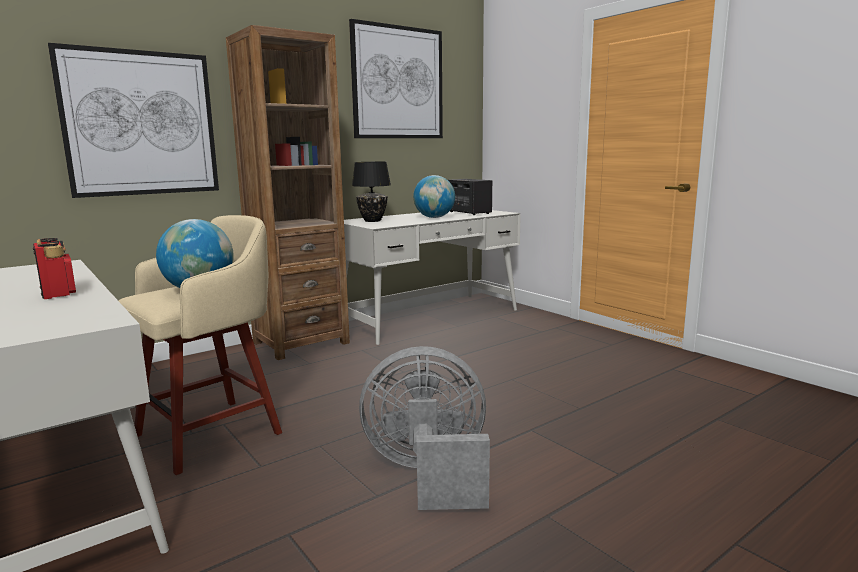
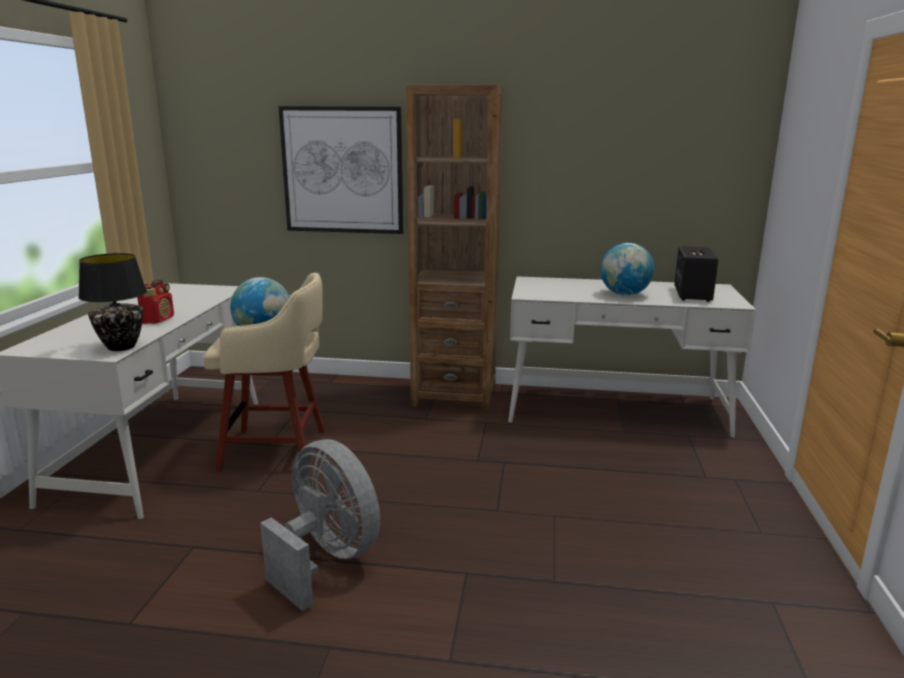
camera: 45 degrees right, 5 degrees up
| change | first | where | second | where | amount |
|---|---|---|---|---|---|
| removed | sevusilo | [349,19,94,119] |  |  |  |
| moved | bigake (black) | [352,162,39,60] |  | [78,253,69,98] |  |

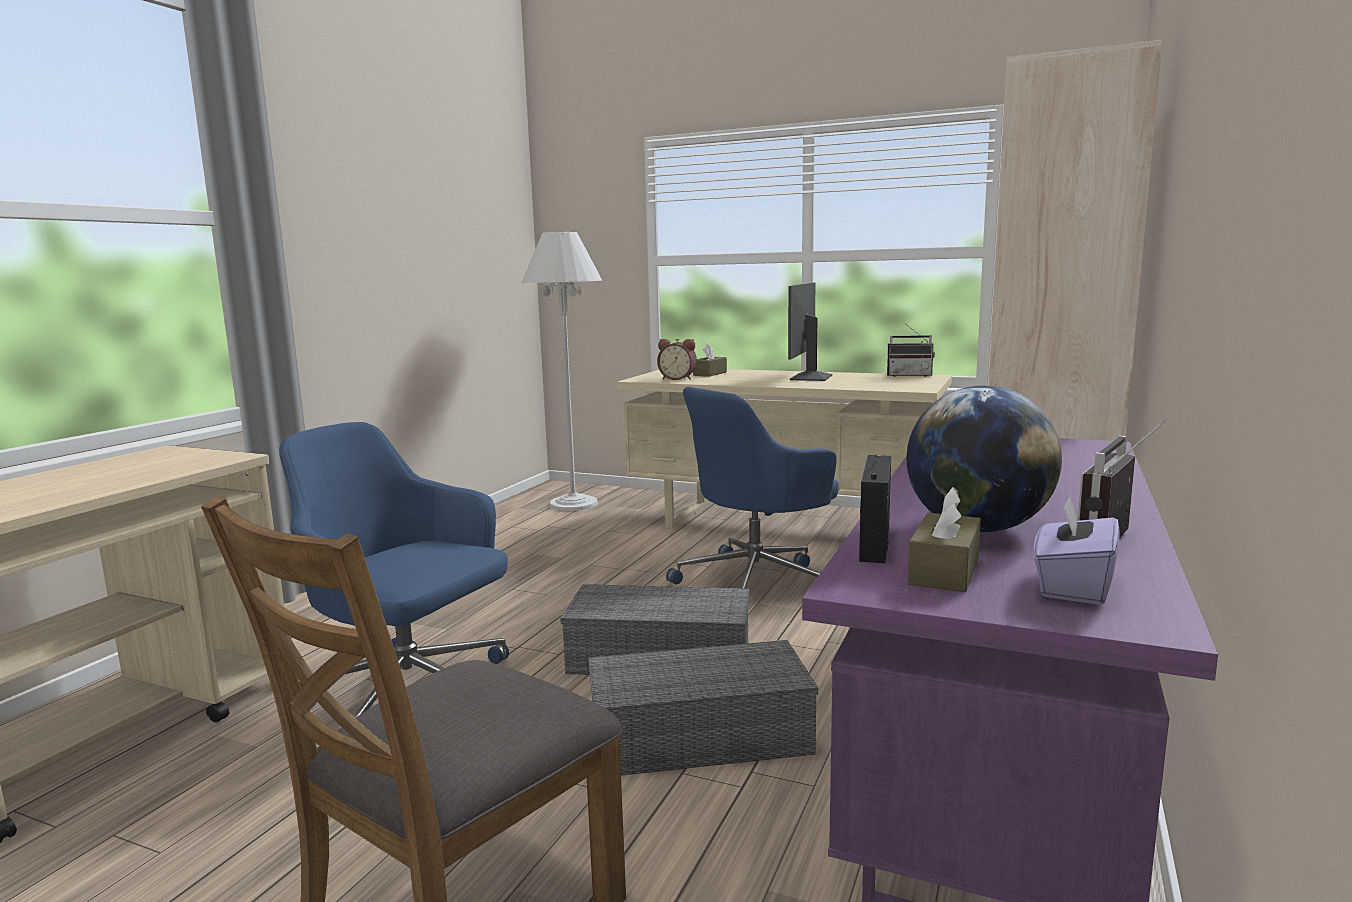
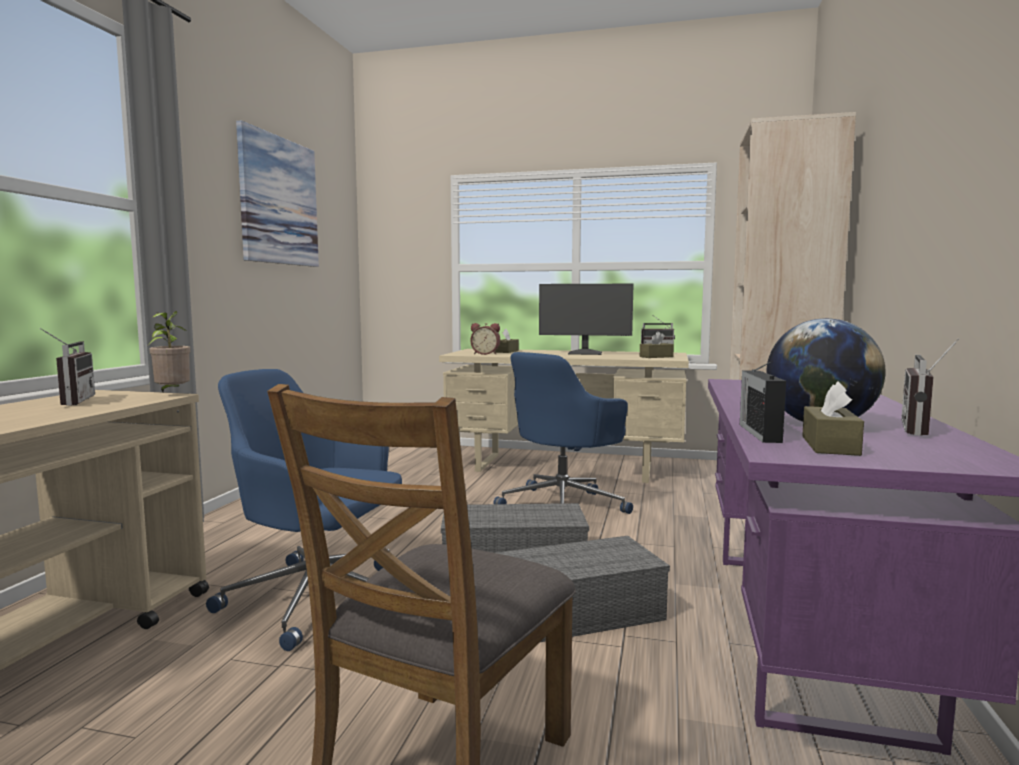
camera: 10 degrees left, 5 degrees down
| change | first | where | second | where | amount |
|---|---|---|---|---|---|
| removed | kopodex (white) | [522,232,80,279] |  |  |  |
| removed | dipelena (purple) | [1033,496,87,109] |  |  |  |
| added |  |  | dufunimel | [40,328,55,78] |  |
| added |  |  | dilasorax | [148,311,42,81] |  |
| added |  |  | sevusilo | [236,121,83,146] |  |
| added |  |  | dipelena (brown) | [640,331,34,27] |  |
| turned | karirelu | [788,283,45,98] |  | [539,284,95,71] | 90 degrees counterclockwise |

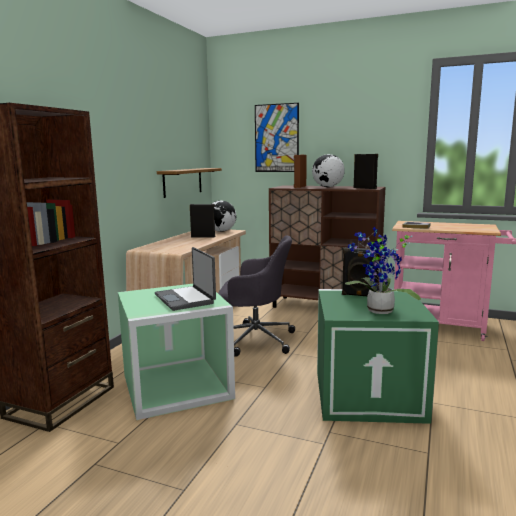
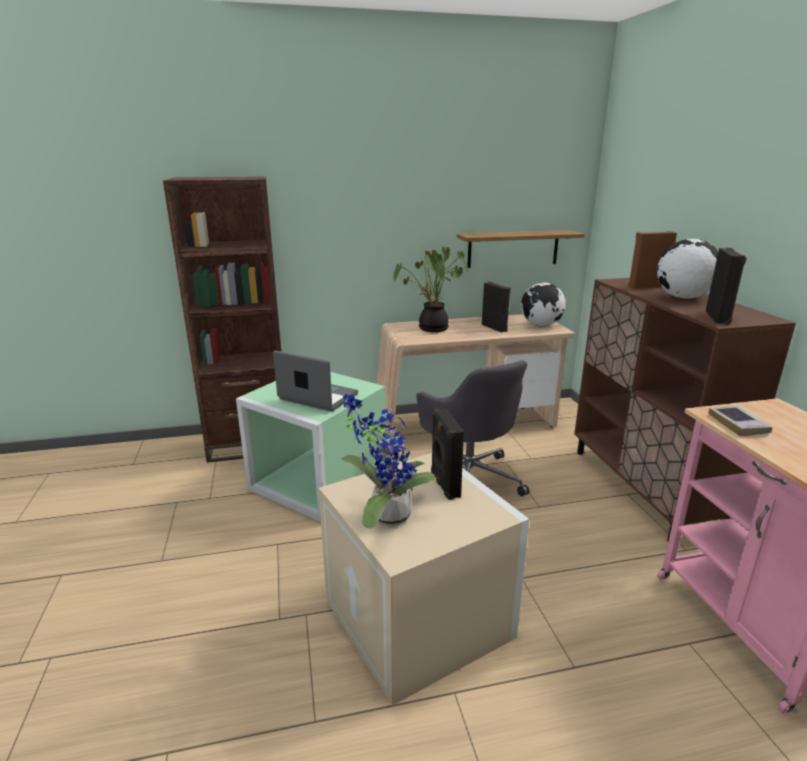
camera: 55 degrees right, 10 degrees up
| change | first | where | second | where | amount |
|---|---|---|---|---|---|
| removed | sevusilo | [255,103,44,69] |  |  |  |
| added |  |  | dilasorax | [393,246,75,86] |  |
| recoloured | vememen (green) | [317,289,122,135] | vememen (beige) | [319,453,210,253] |  |
| turned | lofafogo | [155,247,61,64] |  | [273,351,85,60] | 90 degrees clockwise |

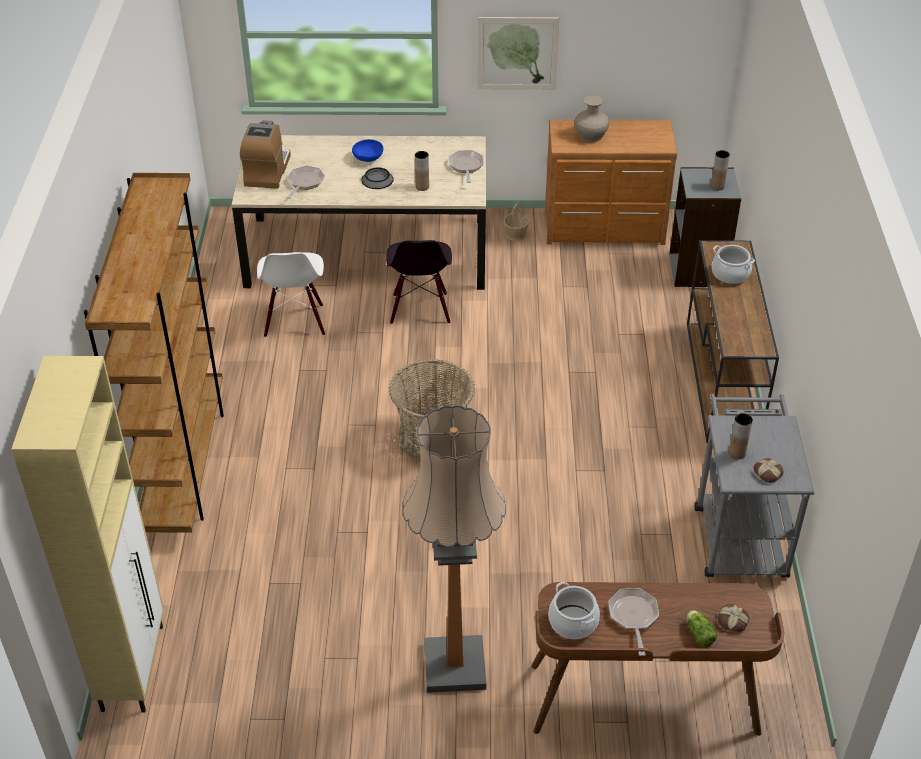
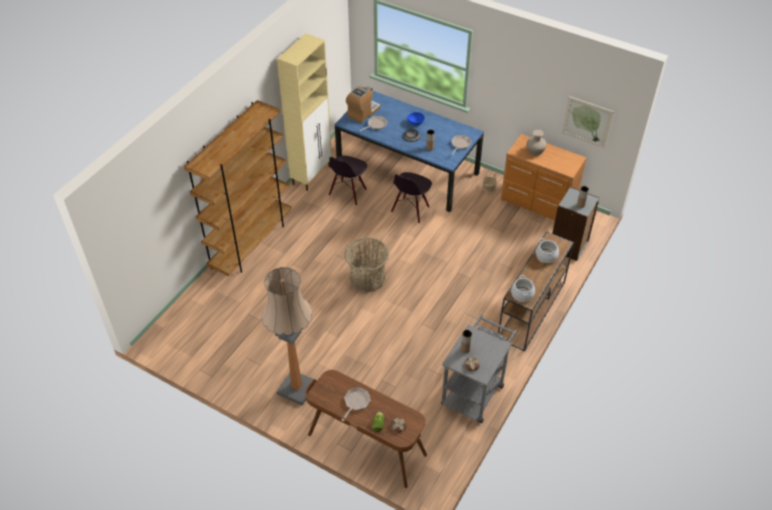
camera: 30 degrees right, 5 degrees up
| change | first | where | second | where | amount |
|---|---|---|---|---|---|
| moved | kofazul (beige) | [11,356,153,356] |  | [277,33,55,158] |  |
| moved | sevusilo | [477,17,83,73] |  | [562,96,52,53] |  |
| moved | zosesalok | [548,582,52,57] |  | [511,275,24,27] |  |
| recoloured | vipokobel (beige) | [232,135,254,155] | vipokobel (blue) | [334,90,150,122] |  |
| recoloured | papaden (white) | [257,252,68,85] | papaden (black) | [329,156,38,50] |  |

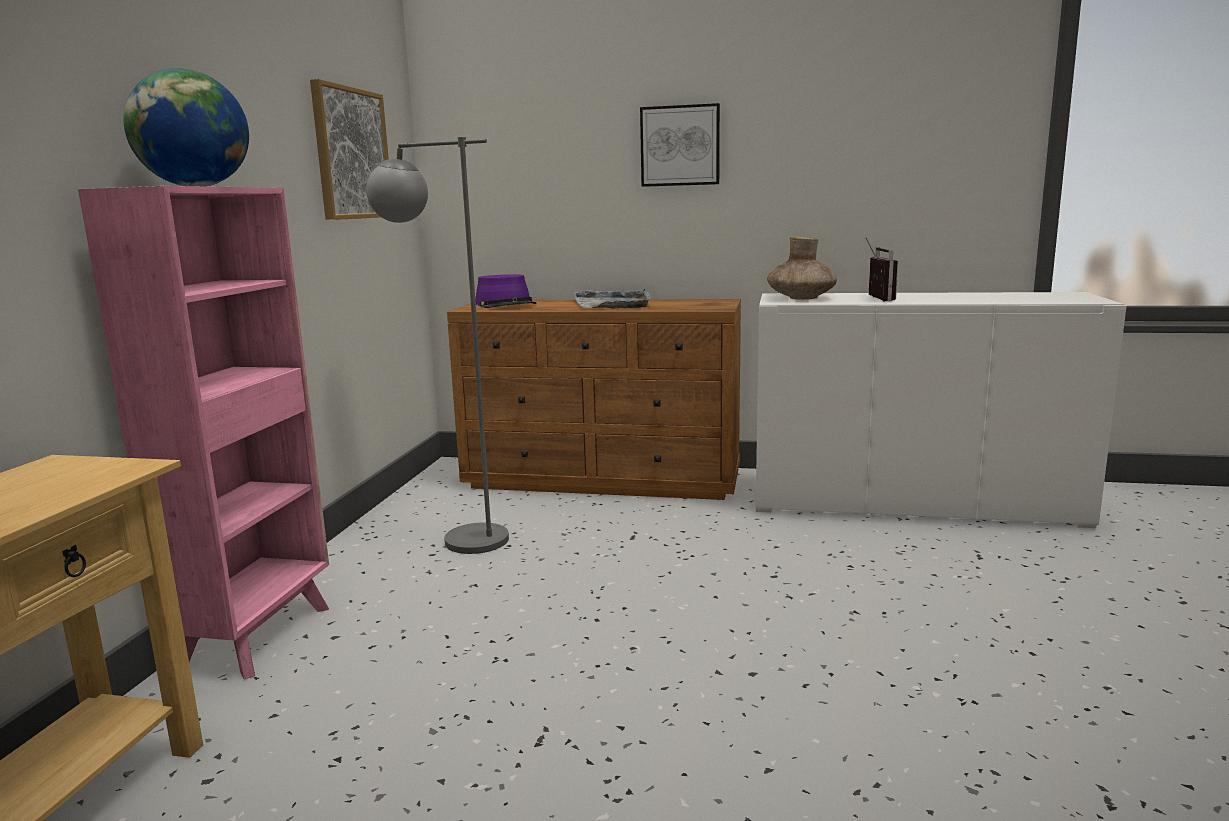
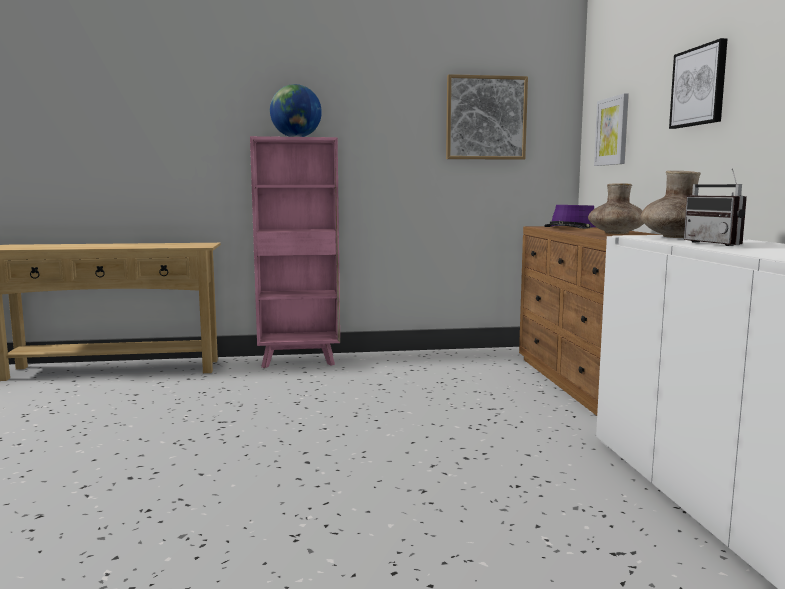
camera: 70 degrees right, 5 degrees down
| change | first | where | second | where | amount |
|---|---|---|---|---|---|
| removed | kopodex (grey) | [366,137,143,417] |  |  |  |
| added |  |  | sevusilo | [594,93,35,73] |  |
| replaced | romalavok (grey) | [574,289,78,20] | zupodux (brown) | [588,183,56,51] |  |
| turned | dufunimel | [865,236,33,65] |  | [684,168,63,78] | 90 degrees clockwise |

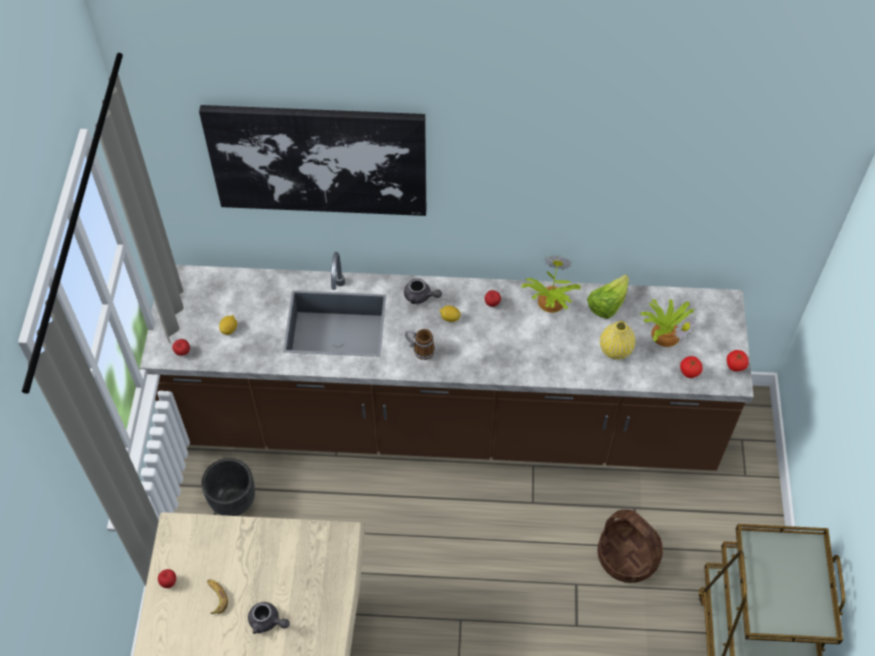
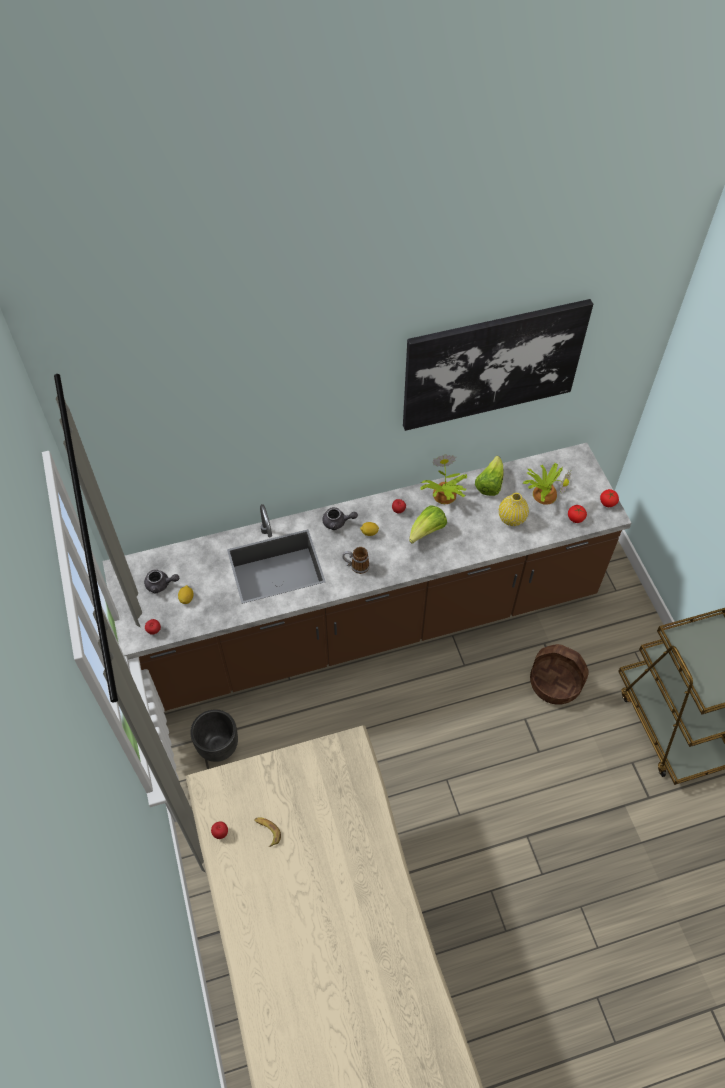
camera: 20 degrees left, 0 degrees up
| change | first | where | second | where | amount |
|---|---|---|---|---|---|
| added |  |  | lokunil | [409,505,38,38] |  |
| moved | sevusilo | [199,105,227,111] |  | [403,299,190,132] |  |
| moved | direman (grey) | [248,602,42,32] |  | [144,569,35,24] |  |

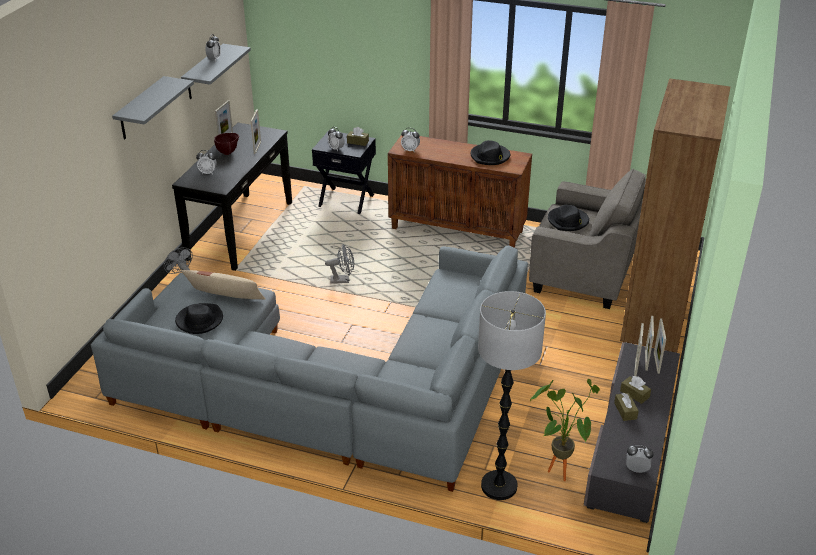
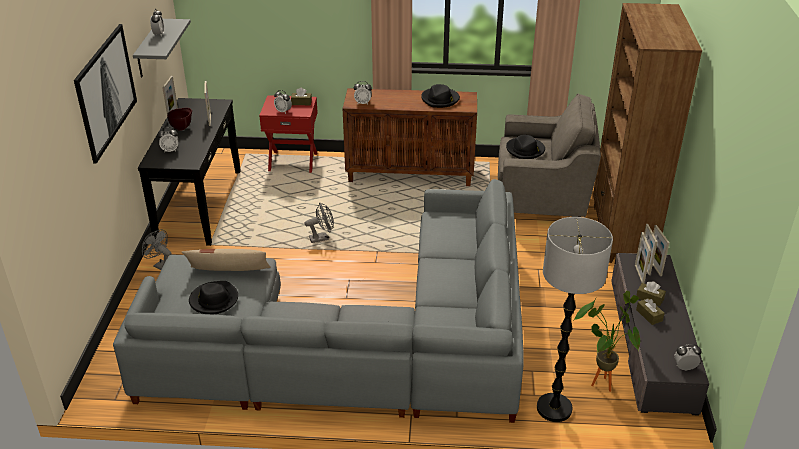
camera: 15 degrees left, 0 degrees up
| change | first | where | second | where | amount |
|---|---|---|---|---|---|
| replaced | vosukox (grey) | [112,76,82,63] | sevusilo | [74,24,63,140] |  |
| recoloured | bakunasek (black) | [312,132,64,82] | bakunasek (red) | [259,95,59,78] |  |

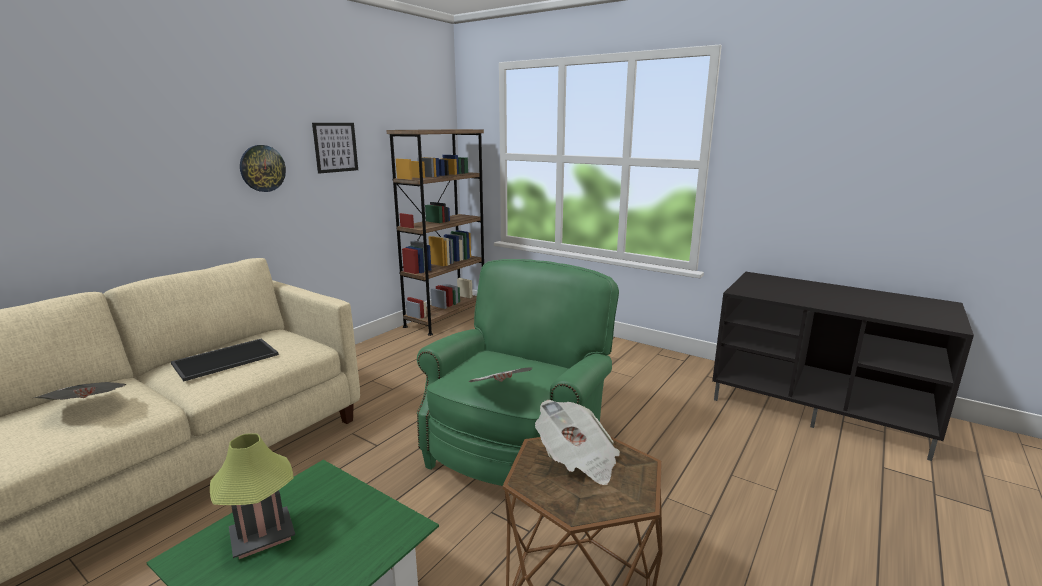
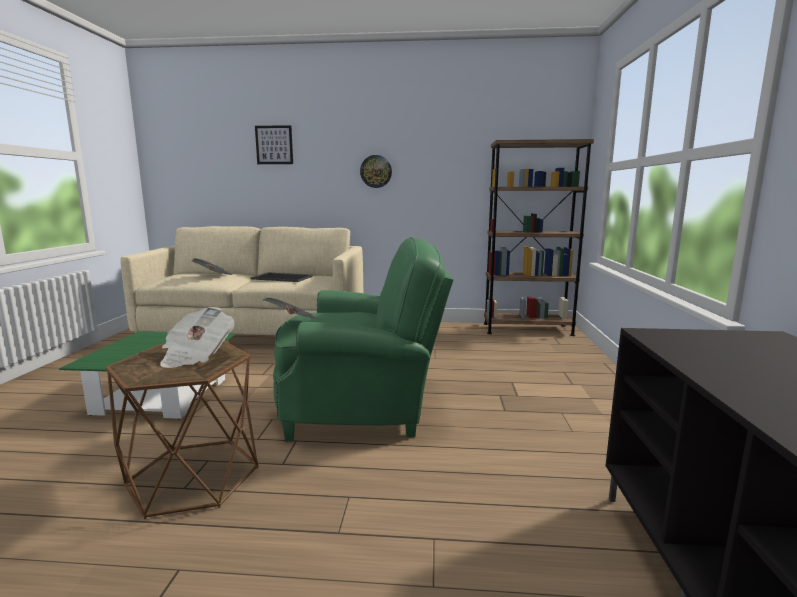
camera: 60 degrees right, 5 degrees down
| change | first | where | second | where | amount |
|---|---|---|---|---|---|
| removed | bigake | [210,433,85,126] |  |  |  |
| moved | sevusilo | [312,123,46,51] |  | [255,125,38,39] |  |

